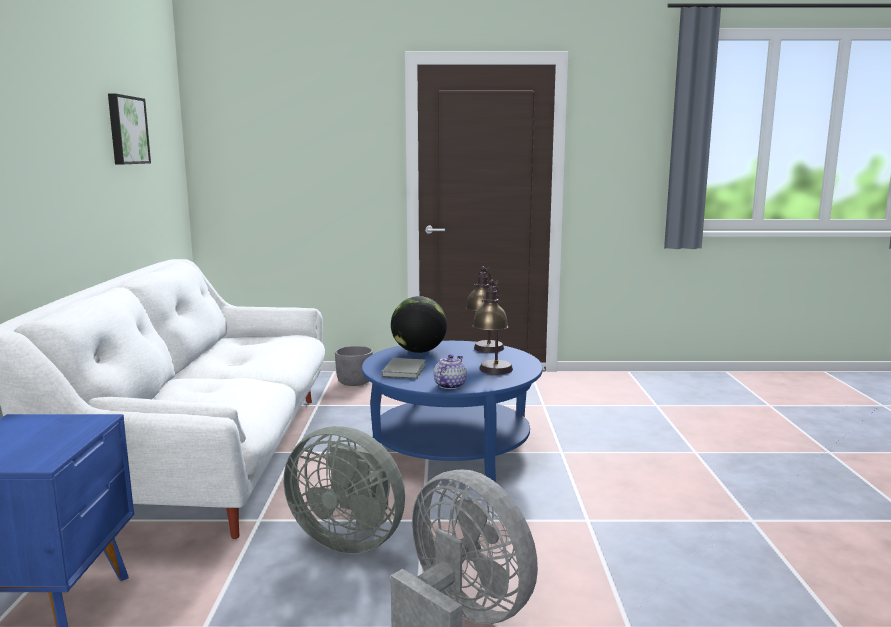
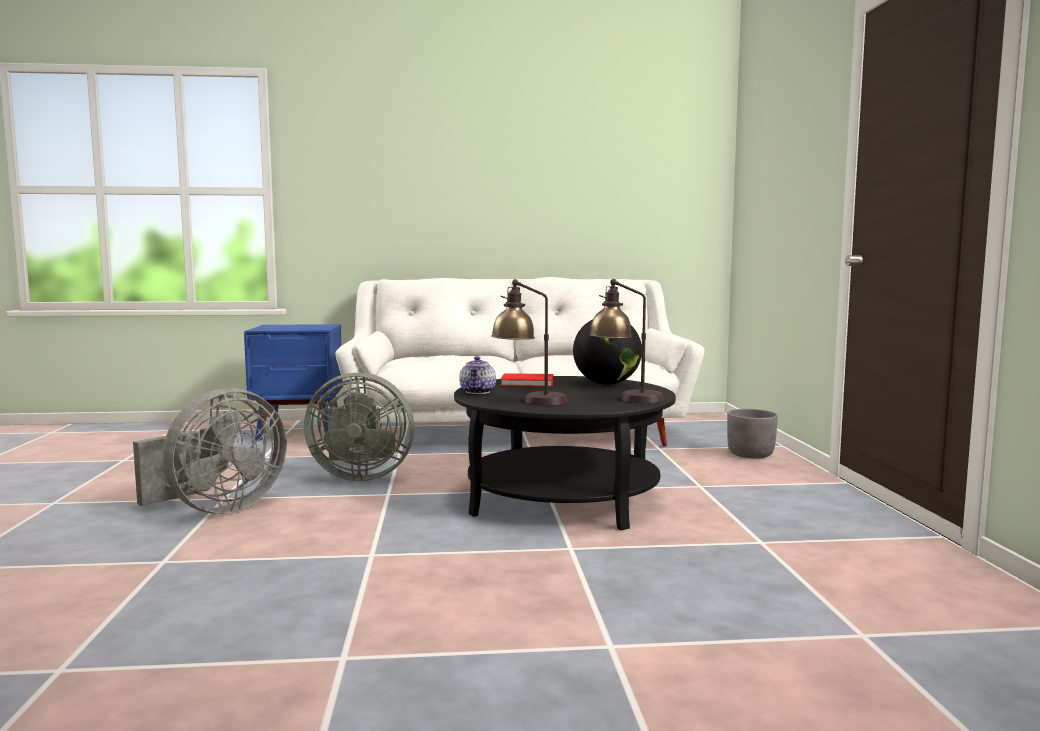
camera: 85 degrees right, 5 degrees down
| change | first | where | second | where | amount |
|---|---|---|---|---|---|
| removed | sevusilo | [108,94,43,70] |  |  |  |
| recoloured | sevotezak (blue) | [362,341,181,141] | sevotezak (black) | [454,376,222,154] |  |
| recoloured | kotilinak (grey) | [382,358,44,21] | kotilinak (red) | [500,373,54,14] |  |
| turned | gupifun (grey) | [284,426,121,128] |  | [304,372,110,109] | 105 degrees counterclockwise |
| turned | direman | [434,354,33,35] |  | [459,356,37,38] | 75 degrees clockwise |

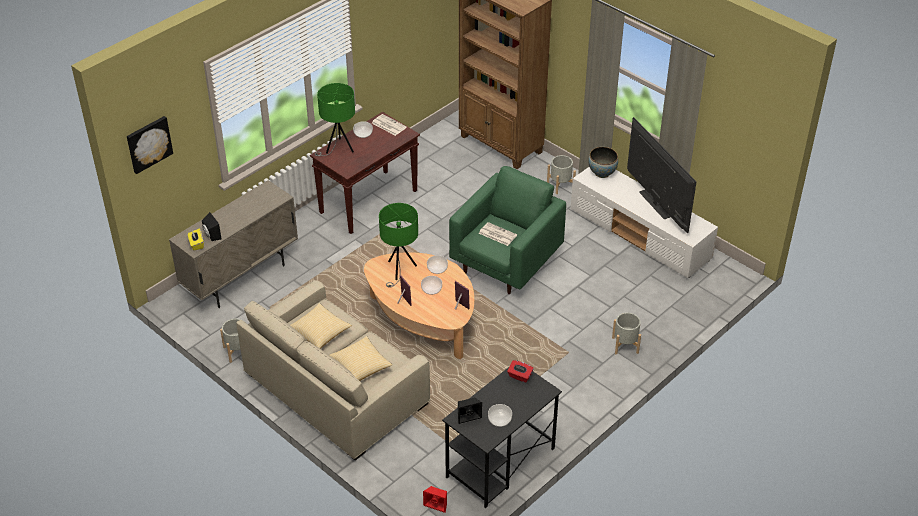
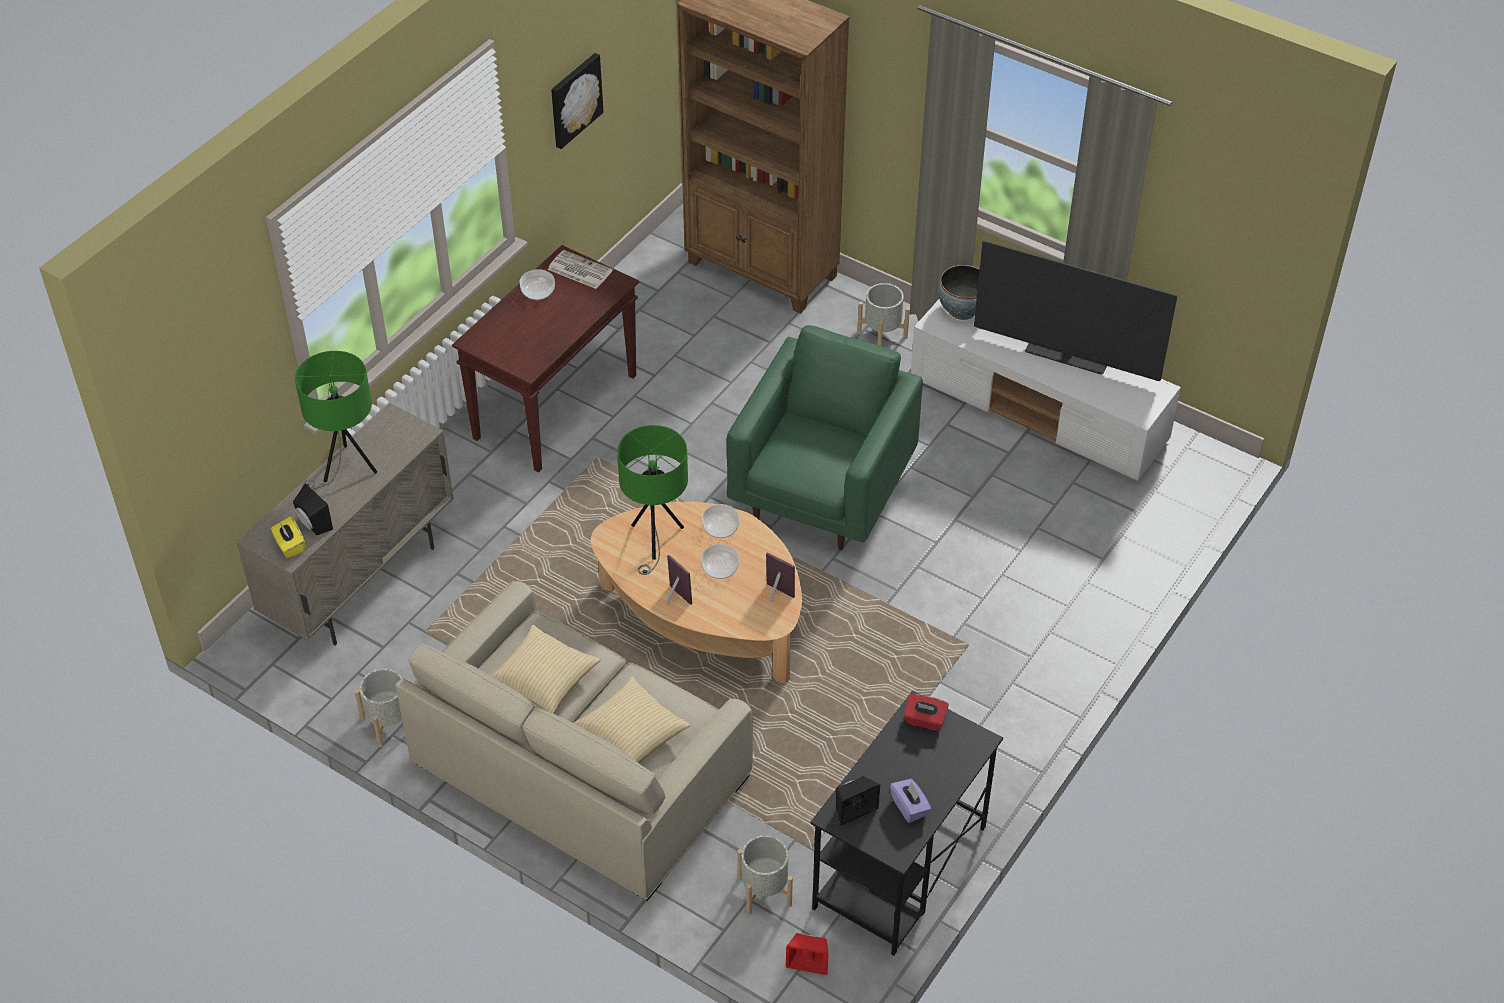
camera: 10 degrees left, 5 degrees up
| change | first | where | second | where | amount |
|---|---|---|---|---|---|
| removed | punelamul | [479,222,38,24] |  |  |  |
| moved | sevusilo | [127,116,46,58] |  | [551,53,53,96] |  |
| moved | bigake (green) | [315,83,40,73] |  | [295,351,82,138] |  |
| moved | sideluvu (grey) | [612,313,29,41] |  | [737,835,56,80] |  |
| replaced | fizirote | [488,404,24,23] | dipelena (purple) | [890,779,41,44] |  |
| turned | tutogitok | [627,117,69,116] |  | [974,240,203,141] | 150 degrees clockwise |

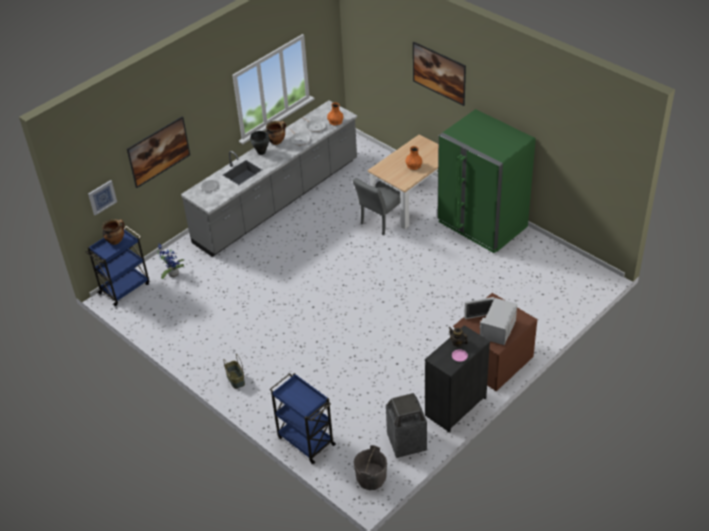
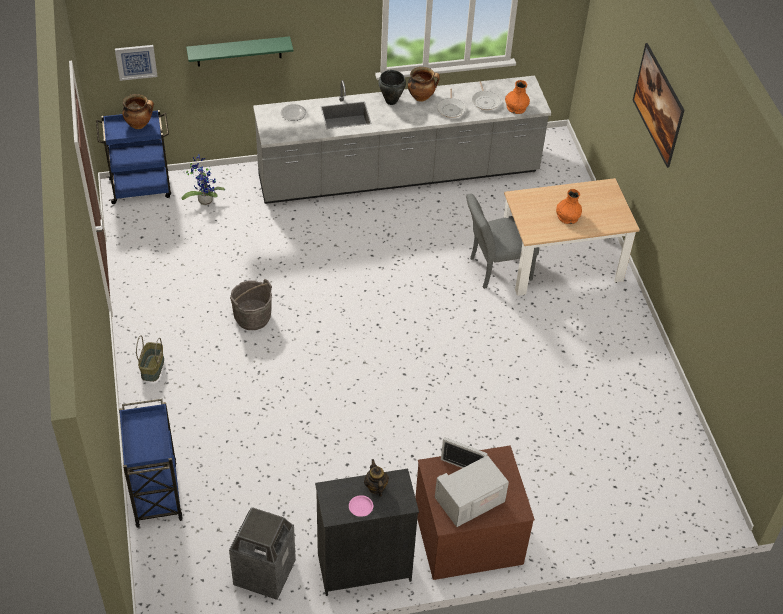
camera: 30 degrees right, 5 degrees up
| change | first | where | second | where | amount |
|---|---|---|---|---|---|
| removed | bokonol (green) | [437,109,99,144] |  |  |  |
| moved | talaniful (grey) | [354,445,33,45] |  | [230,279,42,51] |  |
| replaced | sevusilo | [127,116,63,72] | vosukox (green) | [186,36,107,31] |  |

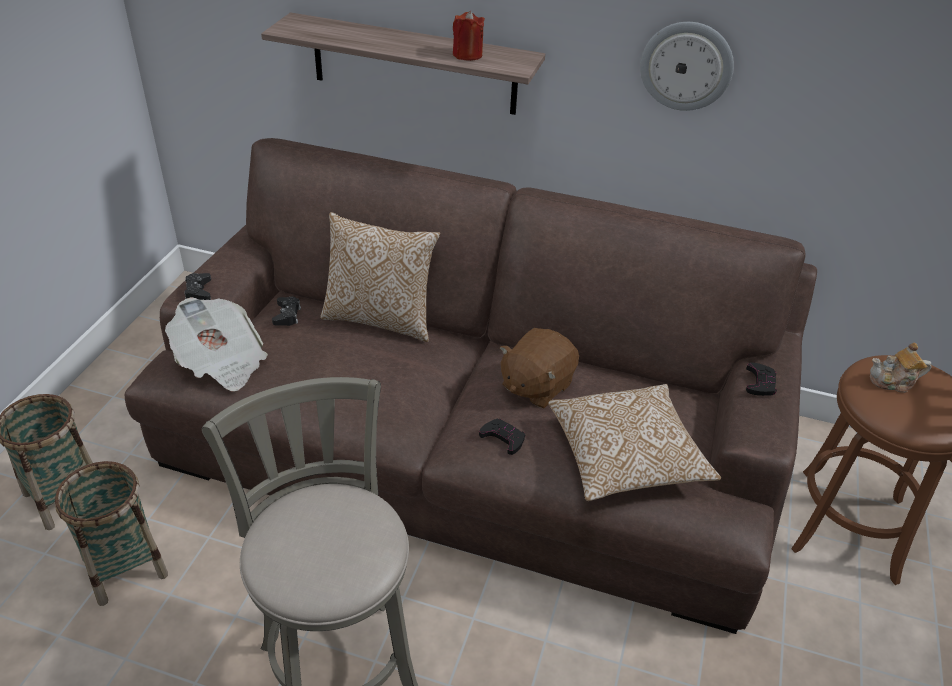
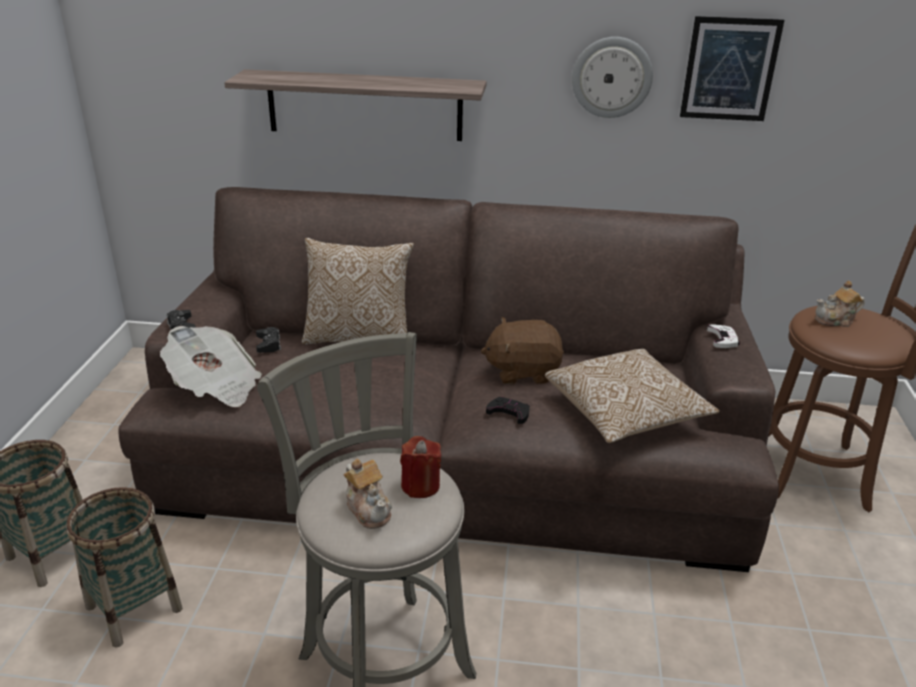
camera: 10 degrees left, 10 degrees down
| change | first | where | second | where | amount |
|---|---|---|---|---|---|
| added |  |  | direman | [344,459,48,70] |  |
| added |  |  | sevusilo | [680,16,104,105] |  |
| moved | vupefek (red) | [453,11,32,50] |  | [400,436,41,62] |  |
| recoloured | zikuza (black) | [746,362,31,34] | zikuza (white) | [707,324,33,24] |  |
| turned | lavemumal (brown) | [500,328,79,80] |  | [481,317,83,67] | 60 degrees clockwise |

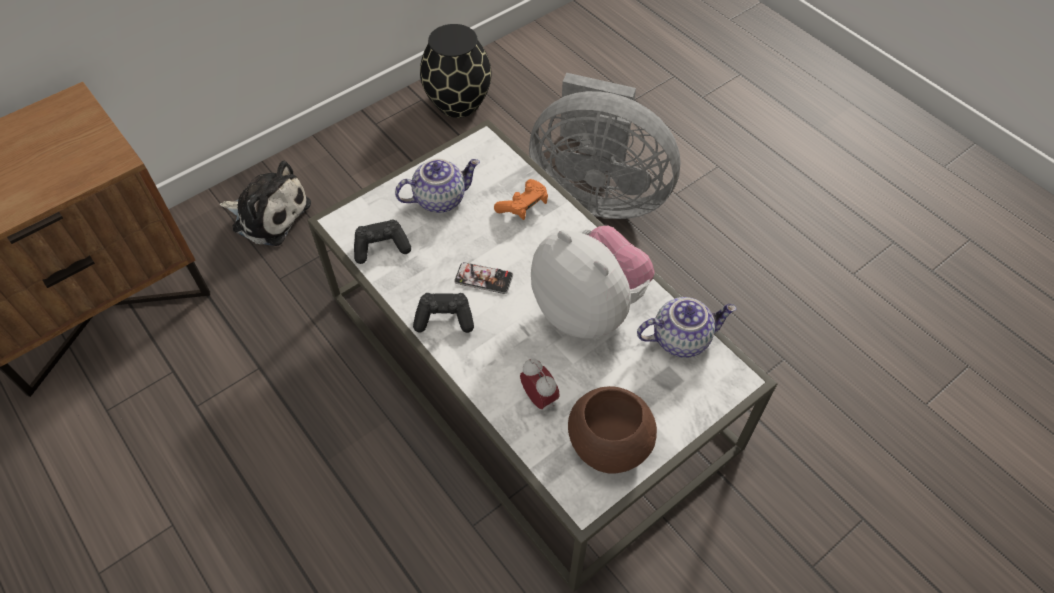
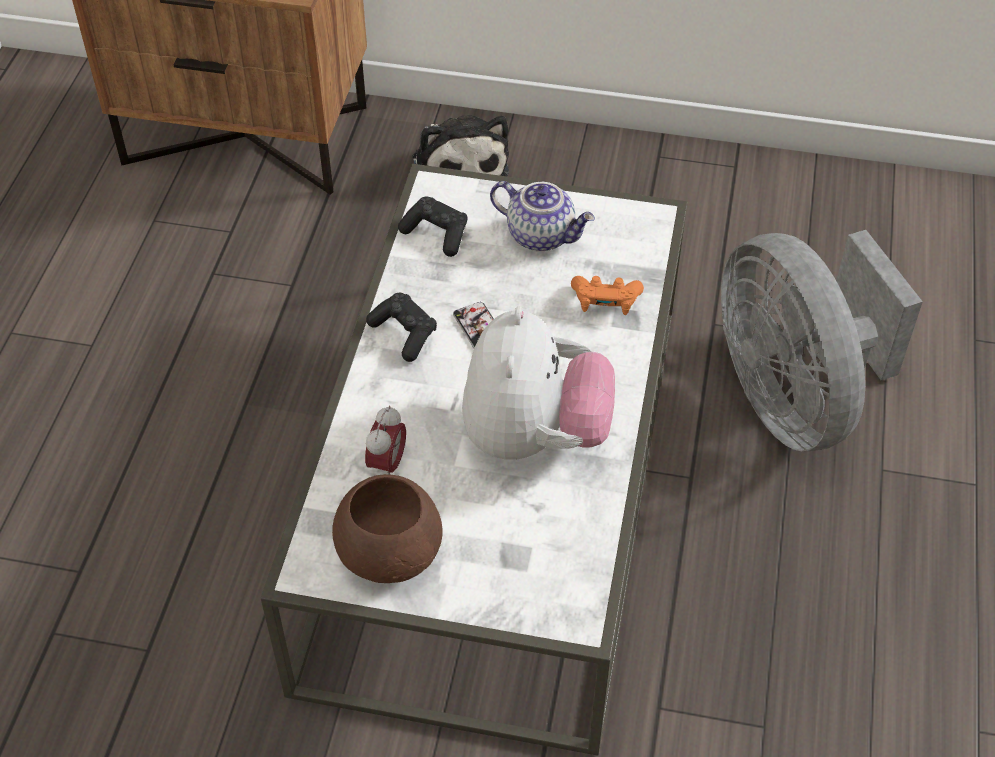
camera: 50 degrees right, 5 degrees down
| change | first | where | second | where | amount |
|---|---|---|---|---|---|
| removed | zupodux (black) | [420,24,71,94] |  |  |  |
| removed | direman | [637,297,100,61] |  |  |  |

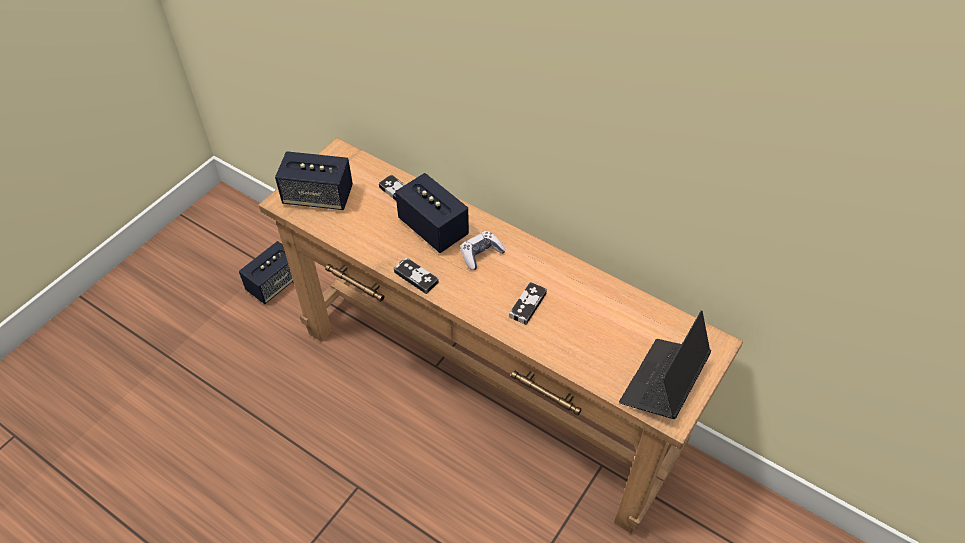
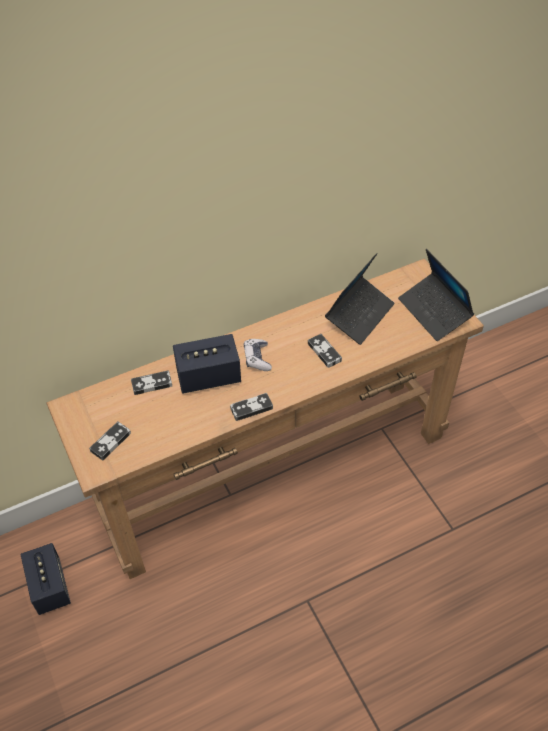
camera: 60 degrees left, 0 degrees up
| change | first | where | second | where | amount |
|---|---|---|---|---|---|
| added |  |  | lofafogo | [325,253,70,92] |  |
| replaced | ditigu | [275,151,78,59] | zikuza | [89,421,42,40] |  |

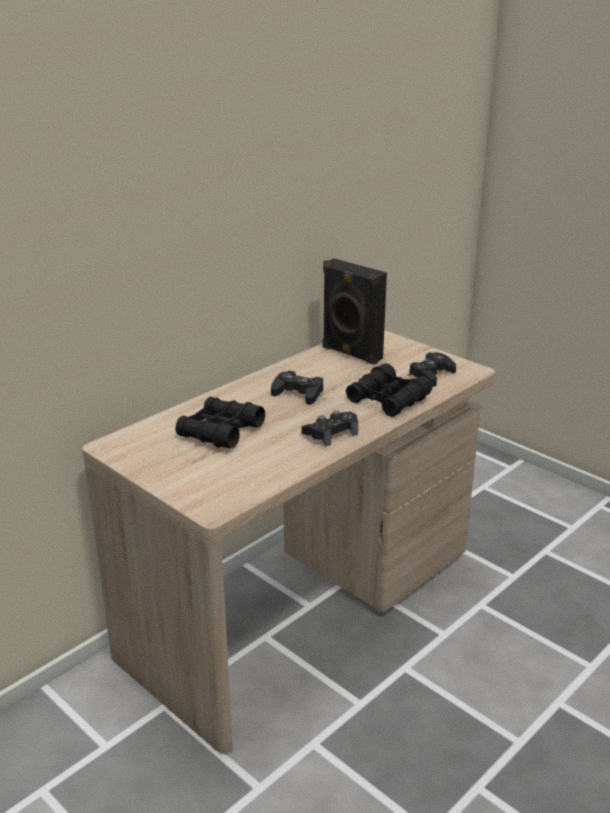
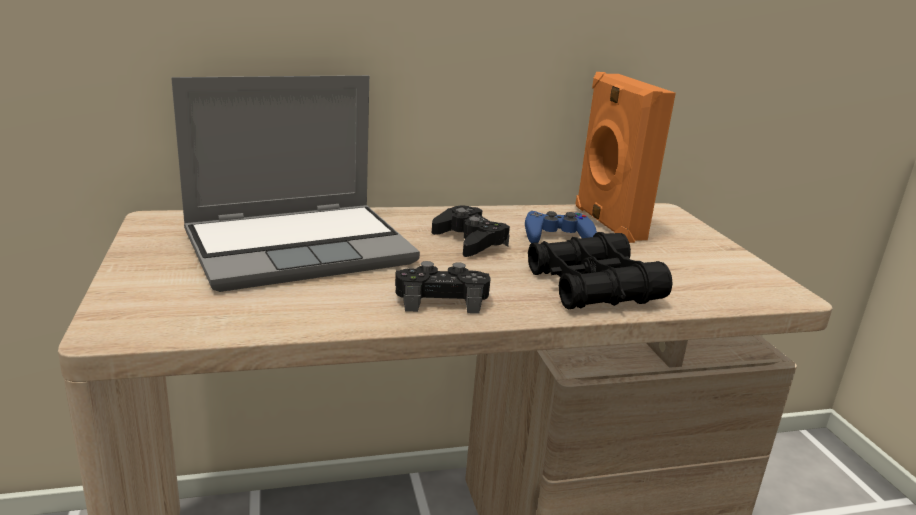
camera: 30 degrees right, 5 degrees down
| change | first | where | second | where | amount |
|---|---|---|---|---|---|
| removed | zikuza (black) | [409,352,47,35] |  |  |  |
| added |  |  | zikuza (blue) | [525,211,72,32] |  |
| replaced | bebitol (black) | [175,397,90,51] | lofafogo | [171,75,249,217] |  |
| recoloured | ditigu (black) | [322,258,65,107] | ditigu (orange) | [575,72,101,171] |  |

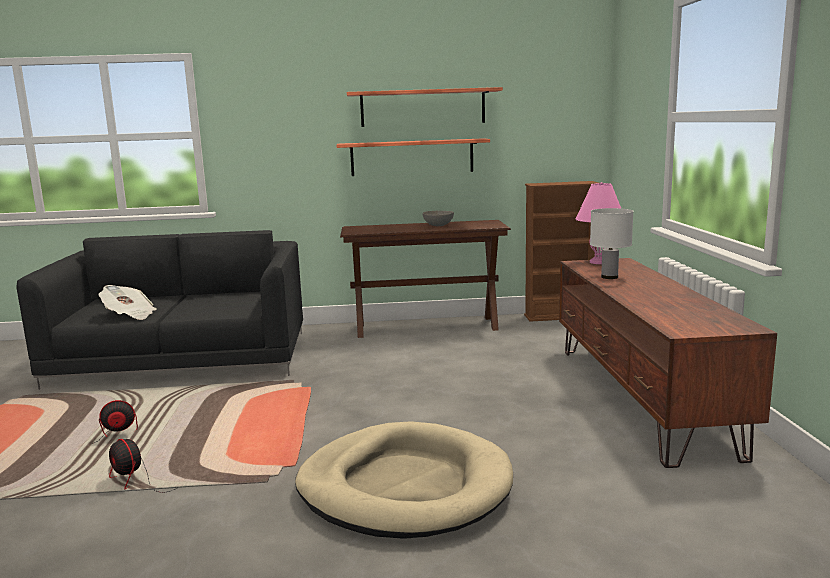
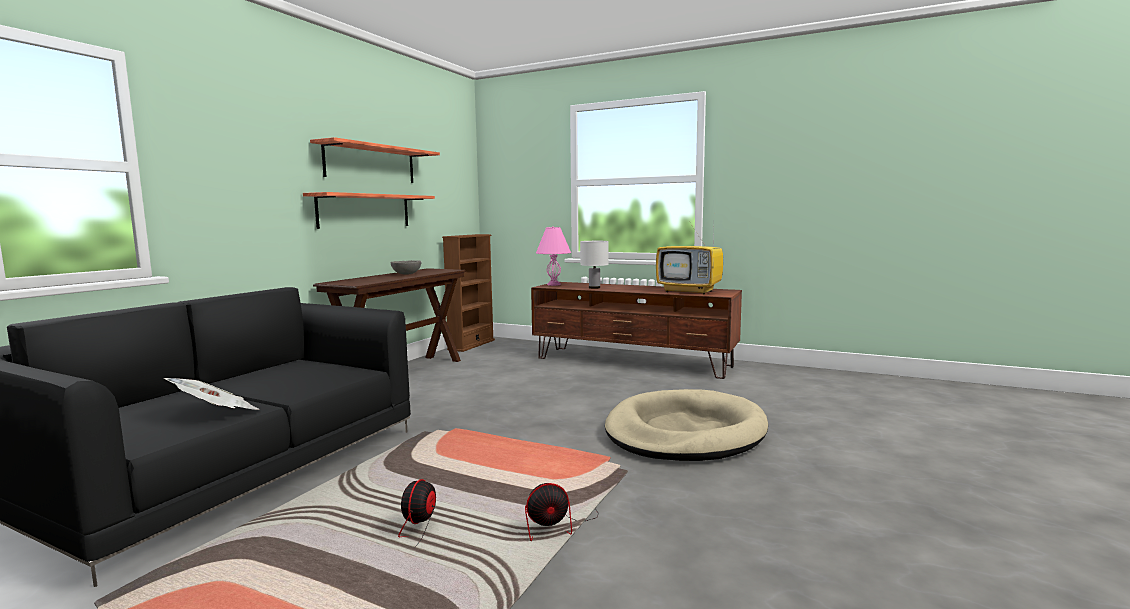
camera: 60 degrees left, 5 degrees down
| change | first | where | second | where | amount |
|---|---|---|---|---|---|
| added |  |  | tutogitok | [656,229,67,66] |  |

